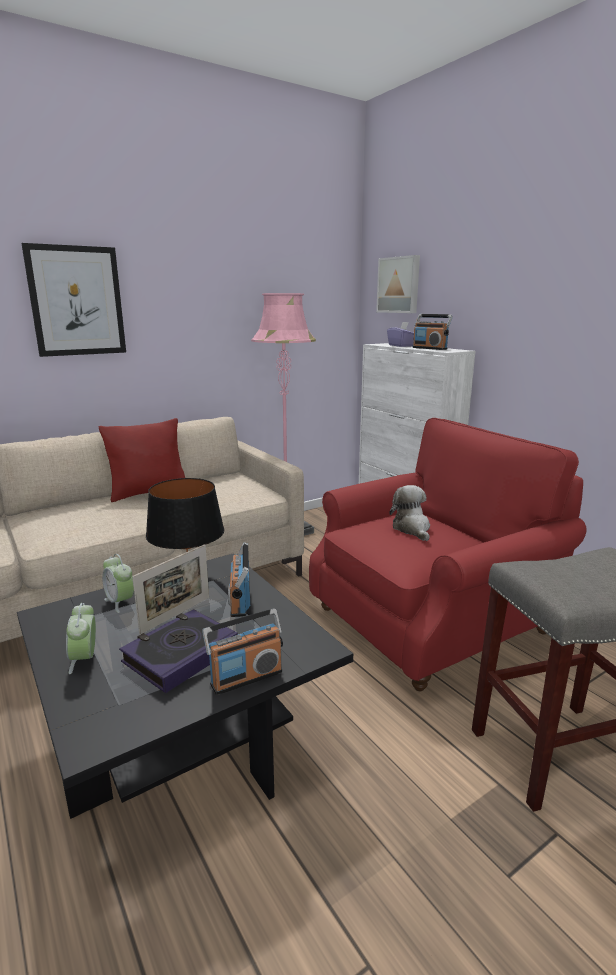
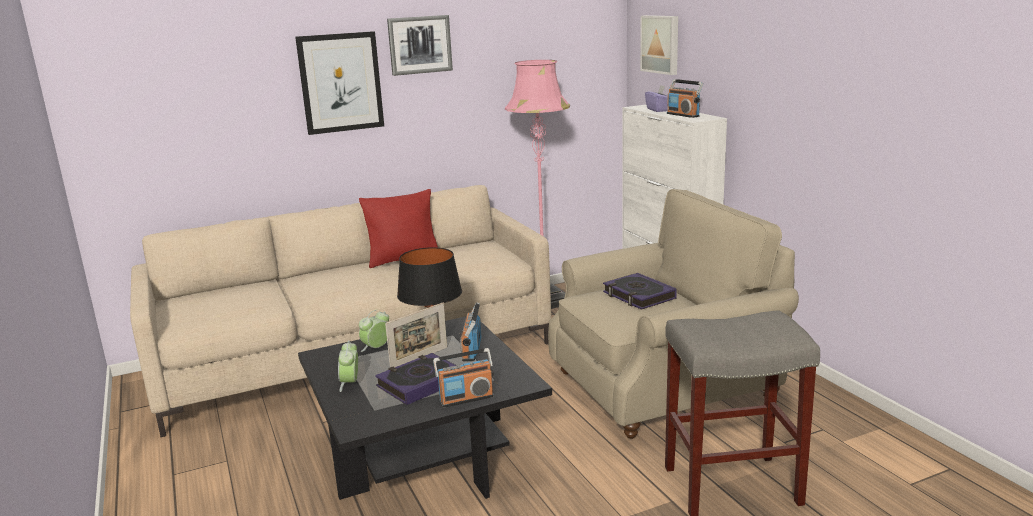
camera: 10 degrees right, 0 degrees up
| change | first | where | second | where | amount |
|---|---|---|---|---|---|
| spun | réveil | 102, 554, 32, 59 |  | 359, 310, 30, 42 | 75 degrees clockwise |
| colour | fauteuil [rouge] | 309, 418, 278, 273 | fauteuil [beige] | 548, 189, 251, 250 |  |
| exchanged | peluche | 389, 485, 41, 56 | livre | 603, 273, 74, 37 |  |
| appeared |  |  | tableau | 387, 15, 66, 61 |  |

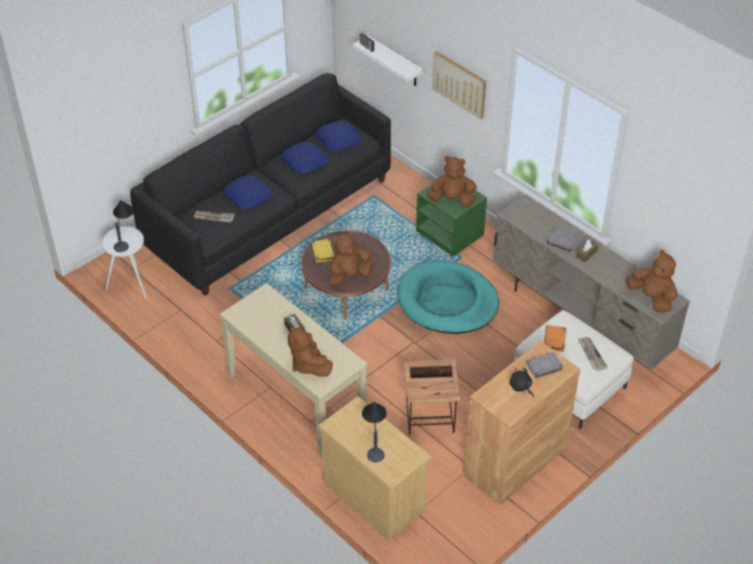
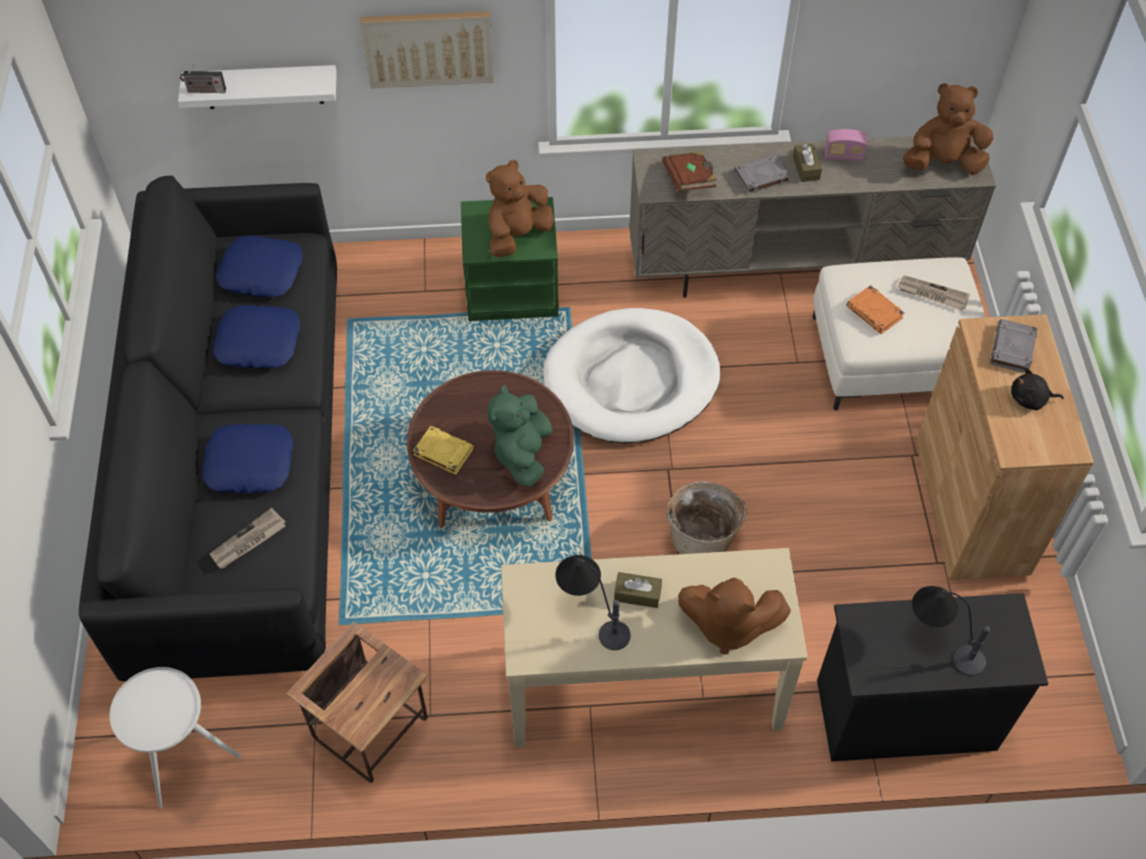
camera: 50 degrees left, 10 degrees up
| change | first | where | second | where | amount |
|---|---|---|---|---|---|
| relocated | lampe de table | 113, 200, 21, 52 |  | 555, 555, 76, 95 |  |
| colour | commode [beige] | 318, 396, 114, 145 | commode [noir] | 817, 593, 231, 169 |  |
| colour | peluche [marron] | 329, 232, 44, 54 | peluche [vert] | 487, 385, 66, 102 |  |
| colour | panier pour chien [turquoise] | 397, 261, 102, 73 | panier pour chien [blanc] | 544, 308, 176, 135 |  |
| relocated | table d'appoint | 404, 360, 56, 75 |  | 286, 621, 142, 162 |  |
| appeared |  |  | livre [marron] | 663, 151, 54, 40 |  |
| appeared |  |  | panier | 666, 481, 81, 73 |  |
| appeared |  |  | radio | 825, 129, 43, 32 |  |

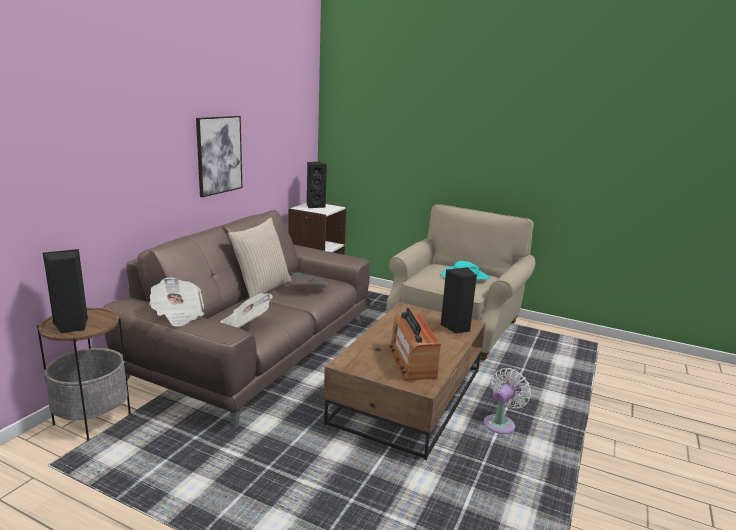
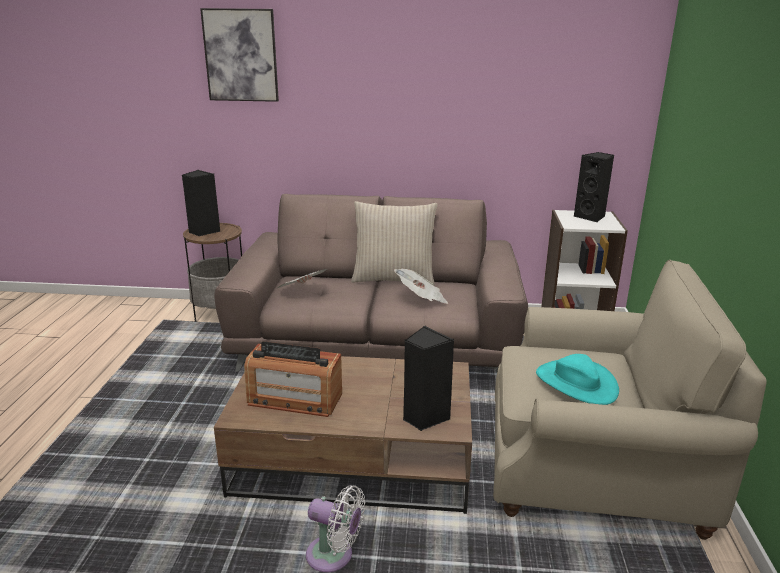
camera: 70 degrees right, 5 degrees up
| change | first | where | second | where | amount |
|---|---|---|---|---|---|
| missing | journal | 149, 277, 55, 50 |  |  |  |
| relocated | tableau | 196, 116, 46, 81 |  | 200, 8, 79, 94 |  |
| spun | radio | 389, 308, 52, 72 |  | 244, 341, 98, 76 | 135 degrees counterclockwise |

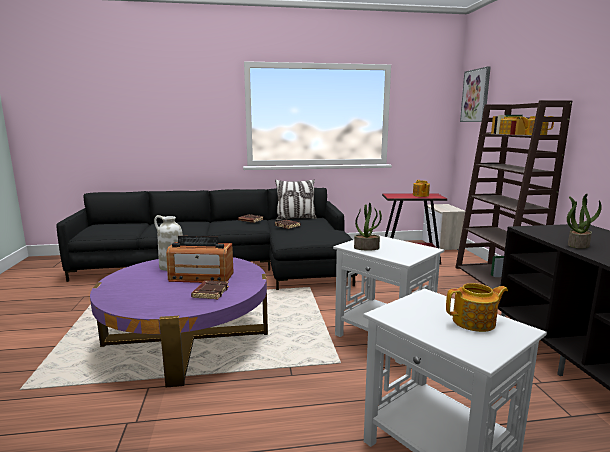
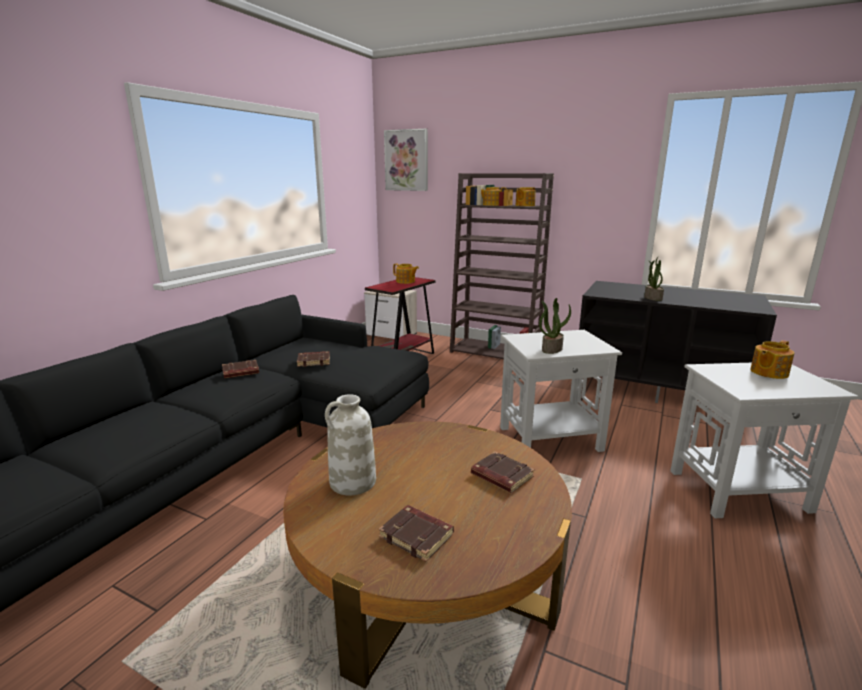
camera: 55 degrees left, 5 degrees up
| change | first | where | second | where | amount |
|---|---|---|---|---|---|
| colour | table basse [violet] | 90, 257, 178, 130 | table basse [marron] | 283, 421, 289, 268 |  |
| missing | radio | 166, 236, 68, 47 |  |  |  |
| missing | coussin | 275, 179, 42, 42 |  |  |  |
| spun | théière | 446, 283, 62, 49 |  | 750, 340, 44, 39 | 150 degrees counterclockwise |
| appeared |  |  | livre [marron] | 378, 505, 76, 57 |  |

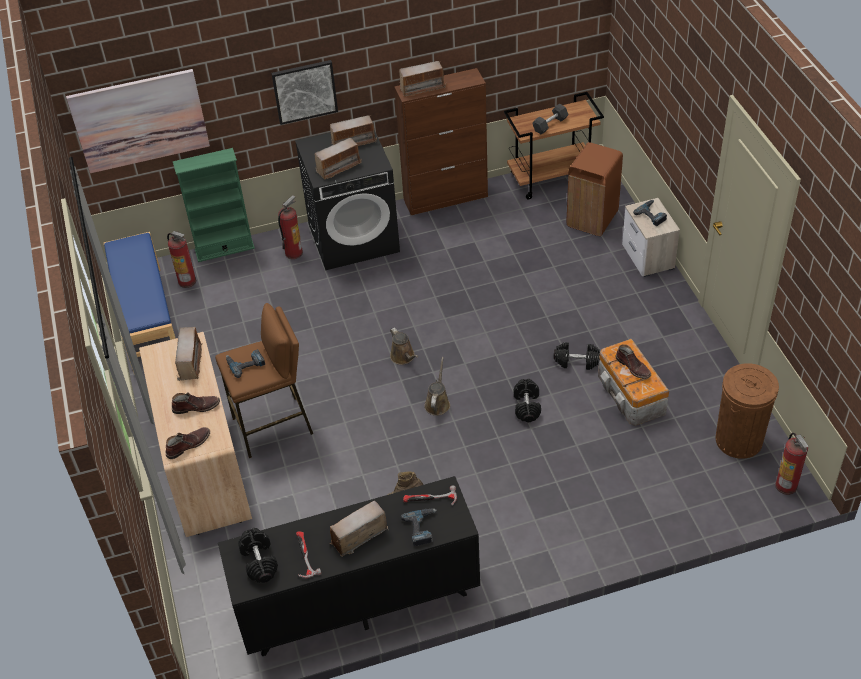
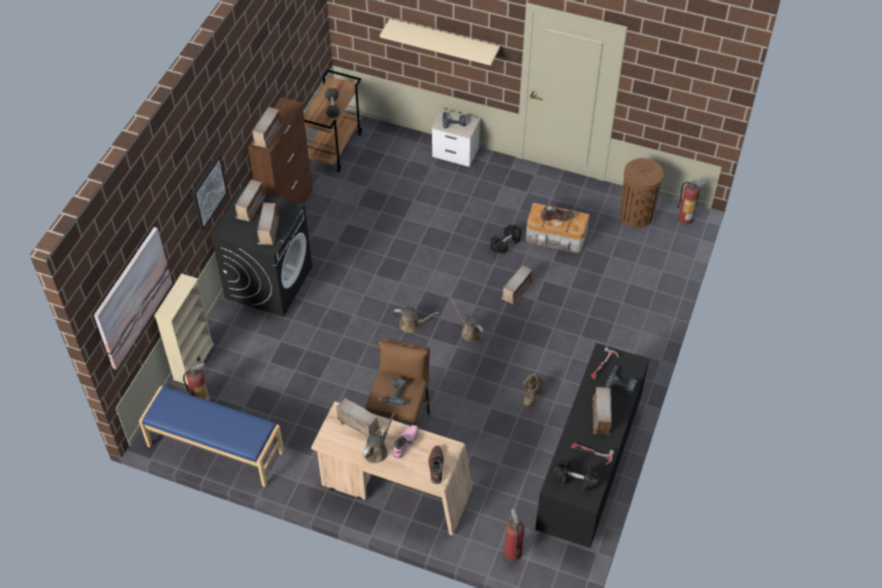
camera: 55 degrees left, 5 degrees up
| change | first | where | second | where | amount |
|---|---|---|---|---|---|
| colour | botte [marron] | 172, 392, 48, 22 | botte [rose] | 392, 425, 26, 34 |  |
| colour | bibliothèque [vert] | 173, 148, 82, 114 | bibliothèque [beige] | 154, 273, 60, 112 |  |
| relocated | extincteur | 278, 195, 25, 64 |  | 504, 509, 21, 53 |  |
| exchanged | haltère [noir] | 514, 379, 27, 43 | radio | 501, 264, 32, 41 |  |
| missing | poubelle [marron] | 567, 142, 56, 94 |  |  |  |
| appeared |  |  | arrosoir [marron] | 363, 412, 32, 51 |  |
| appeared |  |  | étagère [beige] | 380, 19, 120, 47 |  |

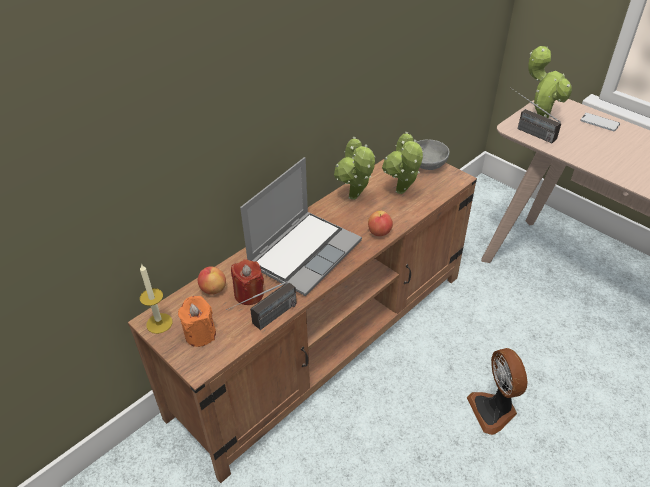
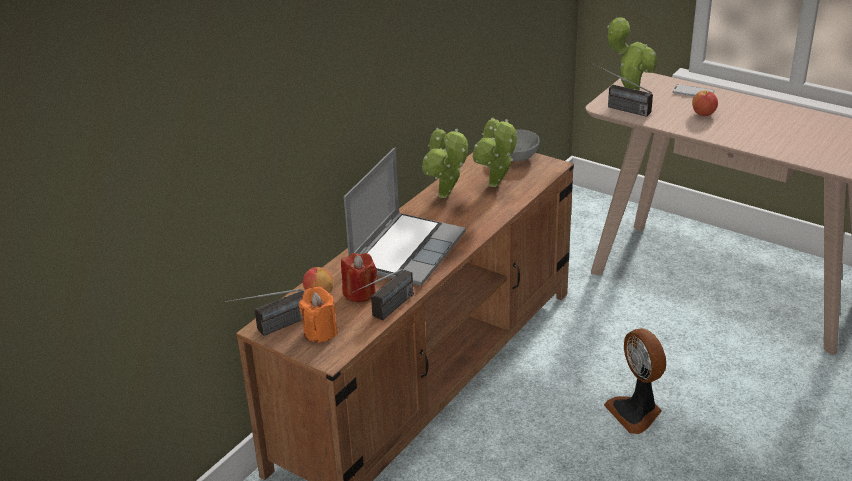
camera: 10 degrees left, 10 degrees down
| change | first | where | second | where | amount |
|---|---|---|---|---|---|
| exchanged | bougie | 140, 263, 33, 71 | radio | 225, 289, 80, 47 |  |
| relocated | pomme | 368, 211, 25, 25 |  | 692, 90, 26, 26 |  |

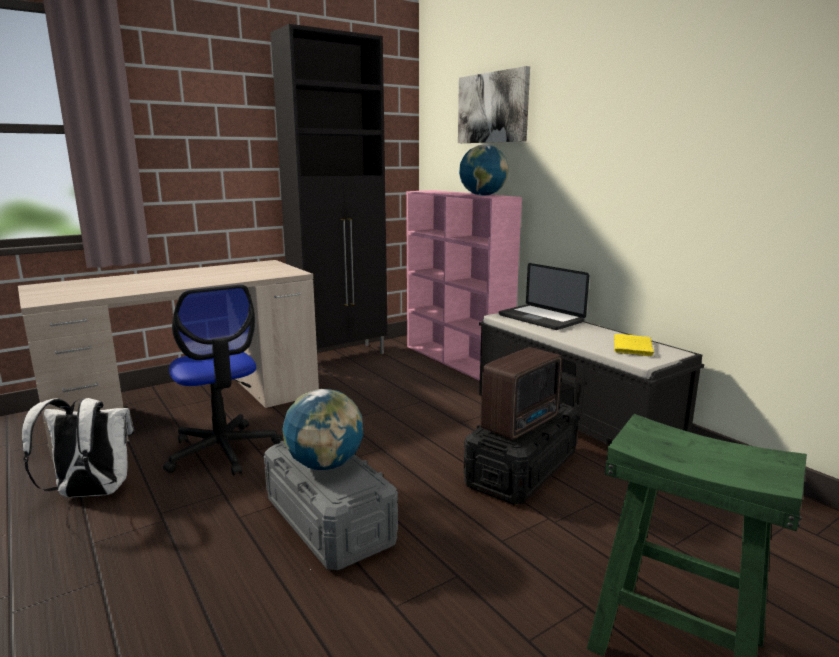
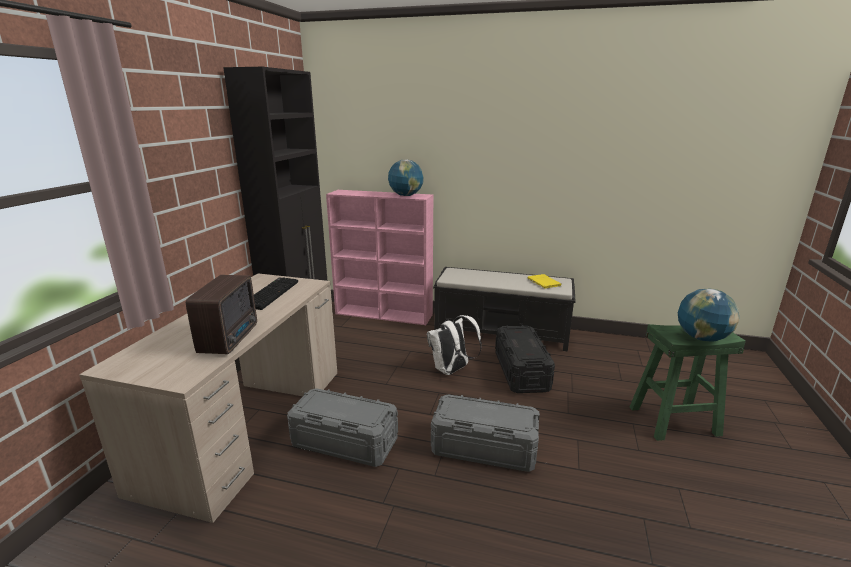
camera: 40 degrees left, 5 degrees up
| change | first | where | second | where | amount |
|---|---|---|---|---|---|
| relocated | sac à dos [blanc] | 22, 398, 112, 99 |  | 427, 315, 55, 60 |  |
| exchanged | chaise de bureau | 163, 285, 120, 191 | boîte de rangement [gris] | 287, 388, 111, 79 |  |
| relocated | globe | 282, 389, 81, 81 |  | 678, 288, 61, 54 |  |
| missing | tableau | 458, 66, 72, 77 |  |  |  |
| relocated | radio | 481, 347, 81, 93 |  | 186, 275, 71, 79 |  |
| missing | ordinateur portable | 499, 263, 90, 67 |  |  |  |
| appeared |  |  | clavier | 254, 277, 44, 33 |  |

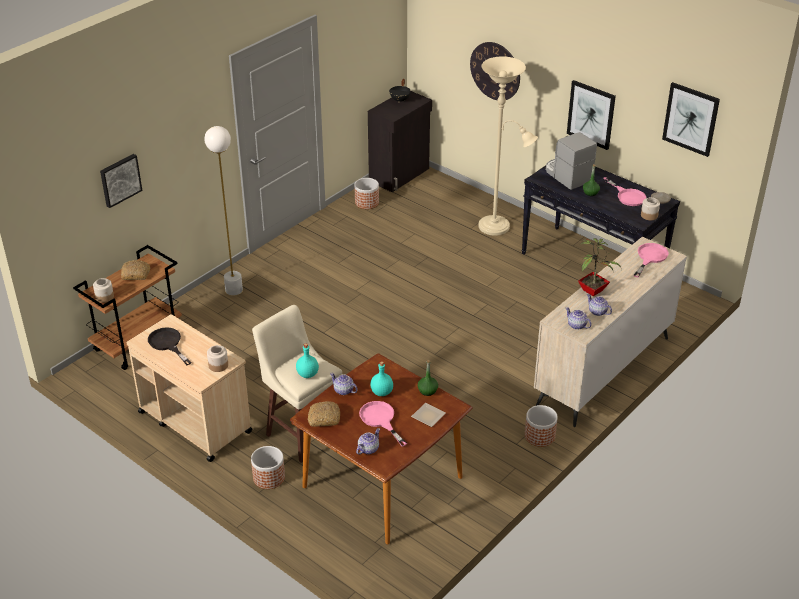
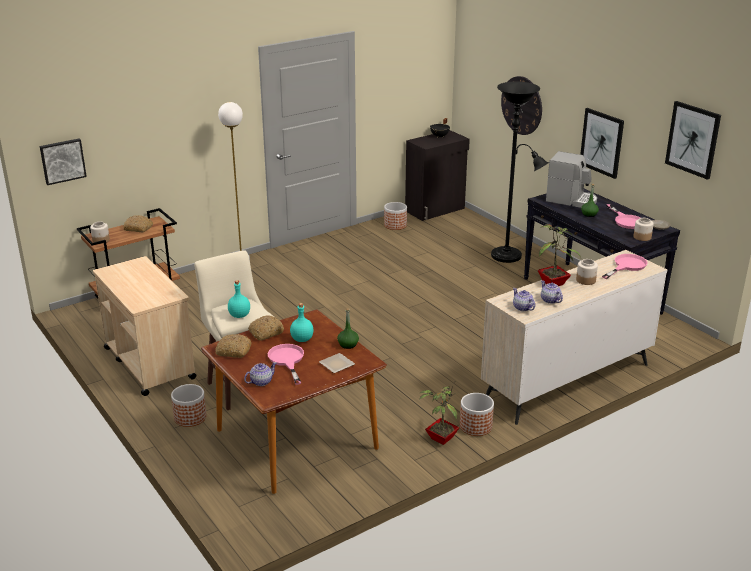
camera: 15 degrees right, 10 degrees down
| change | first | where | second | where | amount |
|---|---|---|---|---|---|
| relocated | tableau | 100, 154, 42, 54 |  | 40, 139, 47, 46 |  |
| missing | poêle [noir] | 148, 327, 43, 38 |  |  |  |
| relocated | bocal | 207, 345, 21, 27 |  | 576, 259, 22, 26 |  |
| exchanged | théière | 330, 373, 28, 22 | pain | 248, 315, 36, 26 |  |
| colour | lampadaire [beige] | 479, 56, 59, 180 | lampadaire [noir] | 491, 82, 58, 181 |  |
| spun | machine à café | 546, 132, 51, 58 |  | 546, 151, 51, 57 | 135 degrees clockwise |
| appeared |  |  | plante en pot | 419, 382, 40, 63 |  |

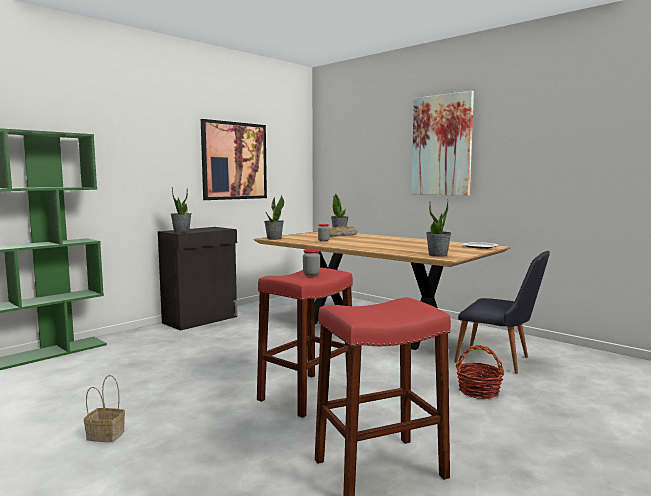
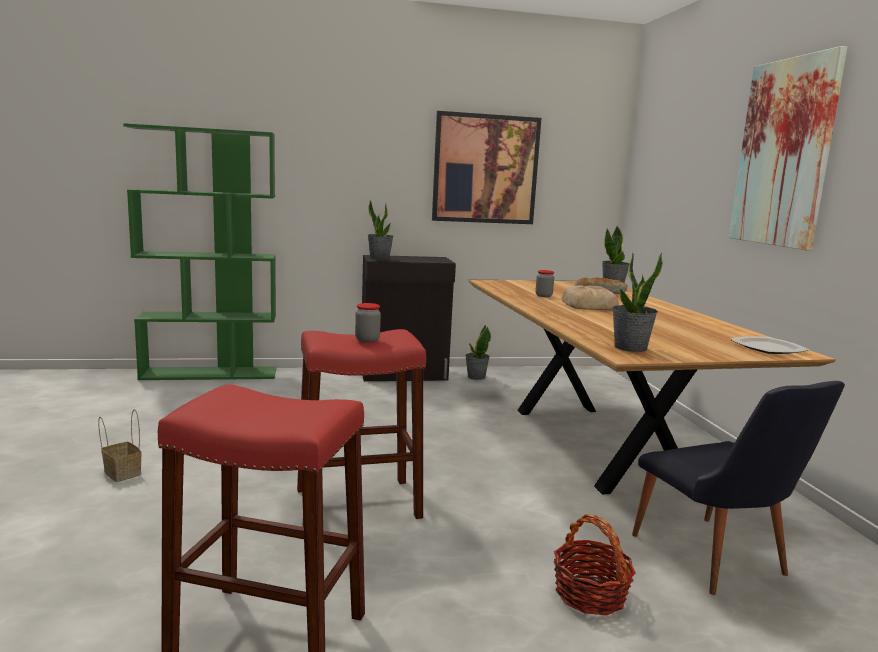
camera: 35 degrees right, 5 degrees up
| change | first | where | second | where | amount |
|---|---|---|---|---|---|
| relocated | plante en pot | 264, 196, 20, 44 |  | 465, 325, 26, 55 |  |
| appeared |  |  | pain | 562, 285, 57, 25 |  |

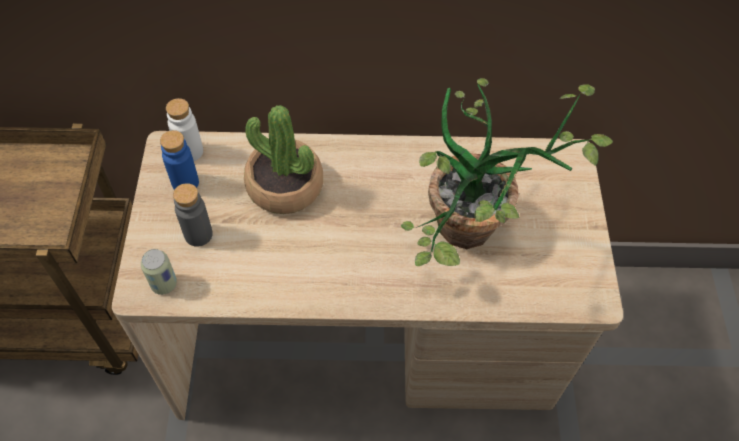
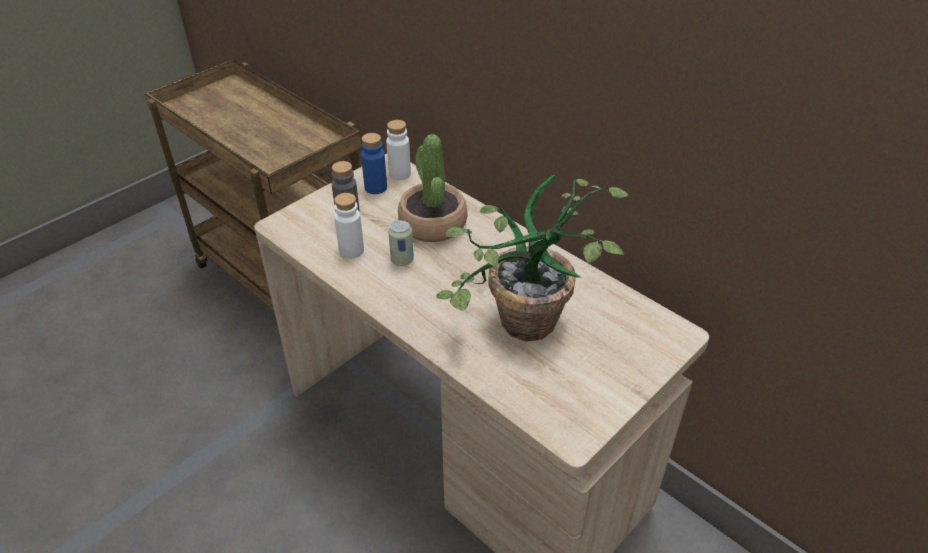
camera: 45 degrees right, 15 degrees down
| change | first | where | second | where | amount |
|---|---|---|---|---|---|
| relocated | boîte métallique | 141, 249, 36, 46 |  | 388, 220, 26, 46 |  |
| appeared |  |  | bouteille [blanc] | 334, 193, 30, 65 |  |

